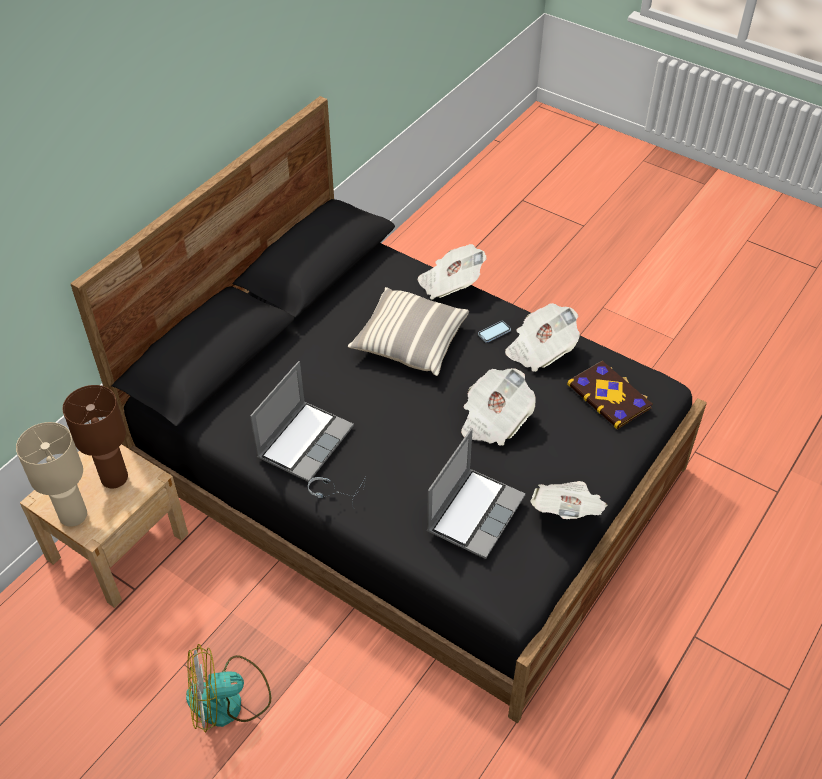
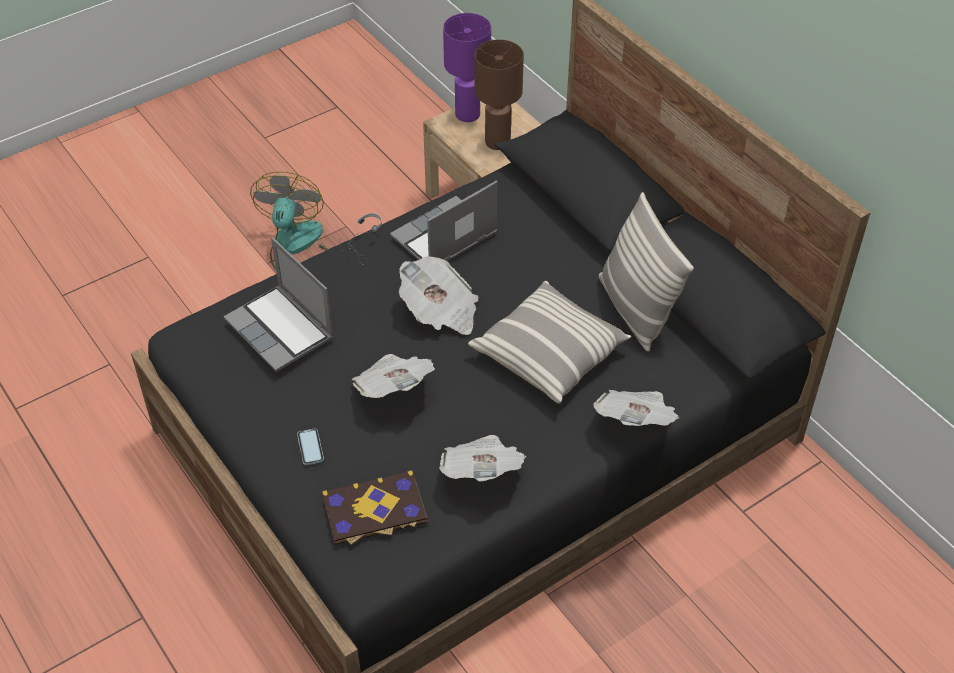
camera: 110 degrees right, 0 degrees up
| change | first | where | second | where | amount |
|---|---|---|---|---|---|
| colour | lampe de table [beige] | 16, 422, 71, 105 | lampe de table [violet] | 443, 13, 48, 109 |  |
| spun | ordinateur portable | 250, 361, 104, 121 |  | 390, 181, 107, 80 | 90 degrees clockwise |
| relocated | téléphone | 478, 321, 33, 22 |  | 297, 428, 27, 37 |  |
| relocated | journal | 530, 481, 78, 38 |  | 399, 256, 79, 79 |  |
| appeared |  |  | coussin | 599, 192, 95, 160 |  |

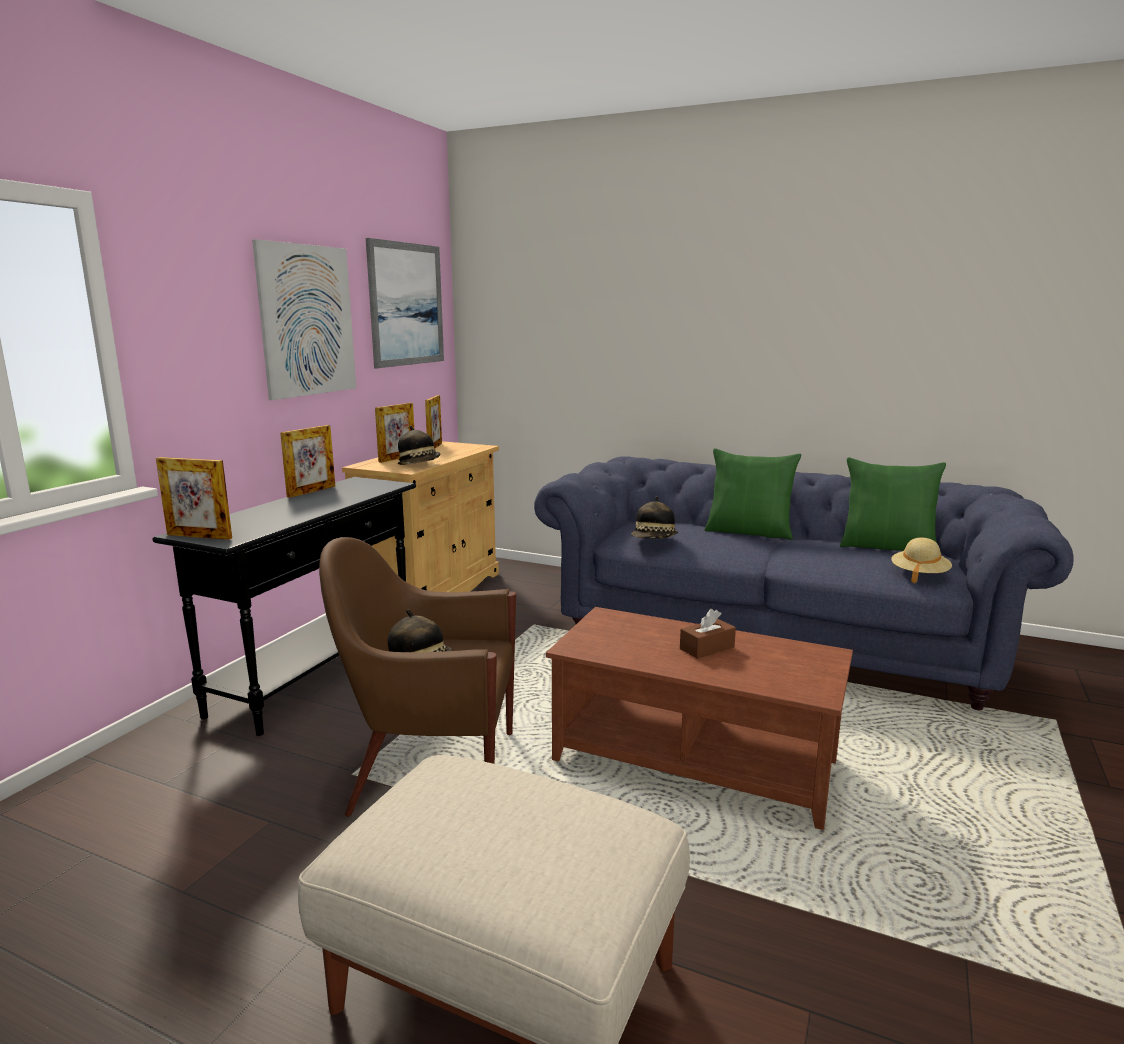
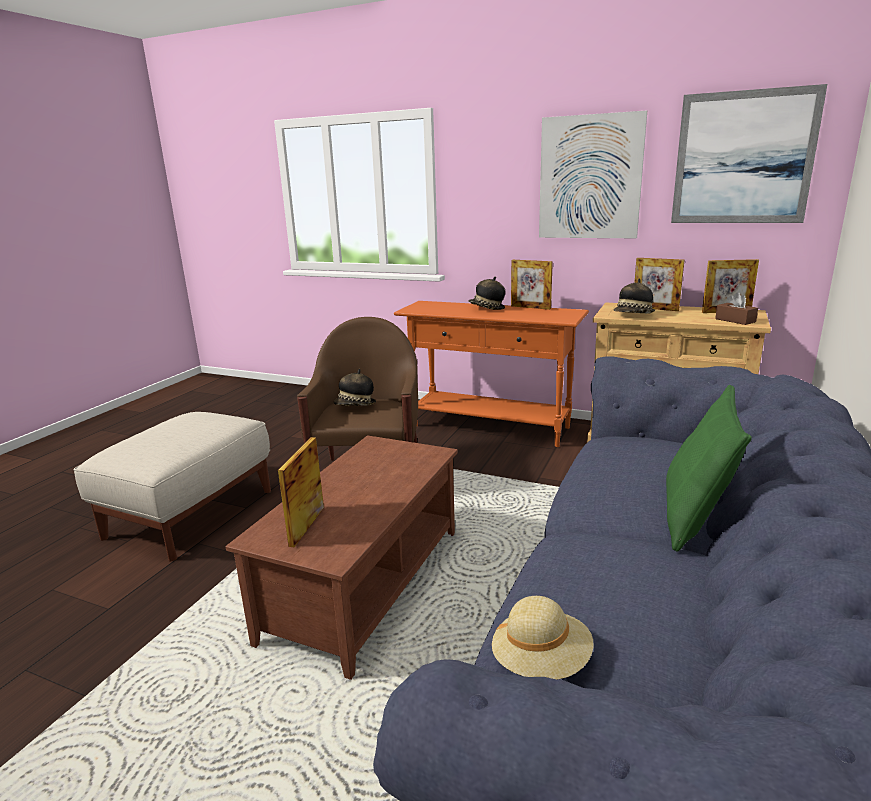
camera: 90 degrees right, 5 degrees up
| change | first | where | second | where | amount |
|---|---|---|---|---|---|
| colour | table console [noir] | 152, 477, 264, 259 | table console [orange] | 394, 301, 195, 146 |  |
| relocated | cadre photo | 156, 457, 76, 83 |  | 278, 437, 46, 110 |  |
| relocated | chapeau | 631, 496, 47, 42 |  | 469, 276, 36, 34 |  |
| relocated | boîte à mouchoirs [marron] | 680, 609, 56, 50 |  | 715, 292, 43, 33 |  |
| missing | coussin [vert] | 840, 457, 106, 94 |  |  |  |

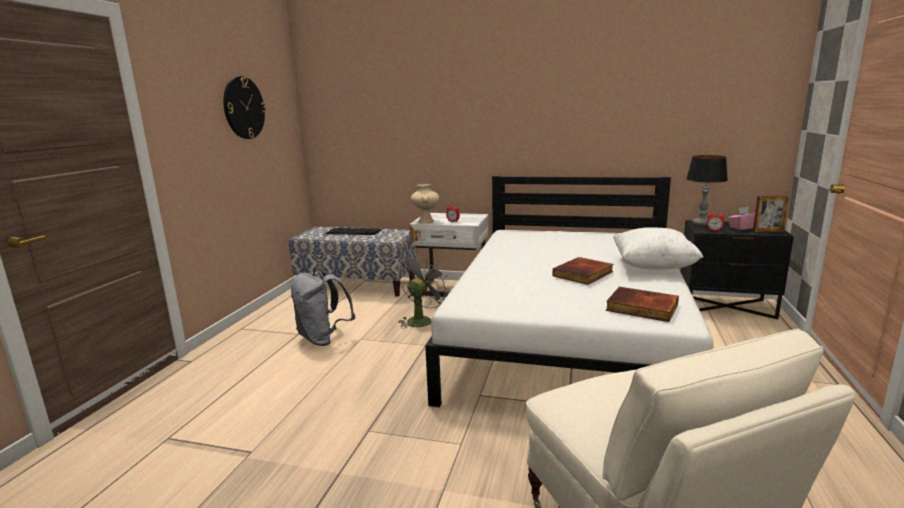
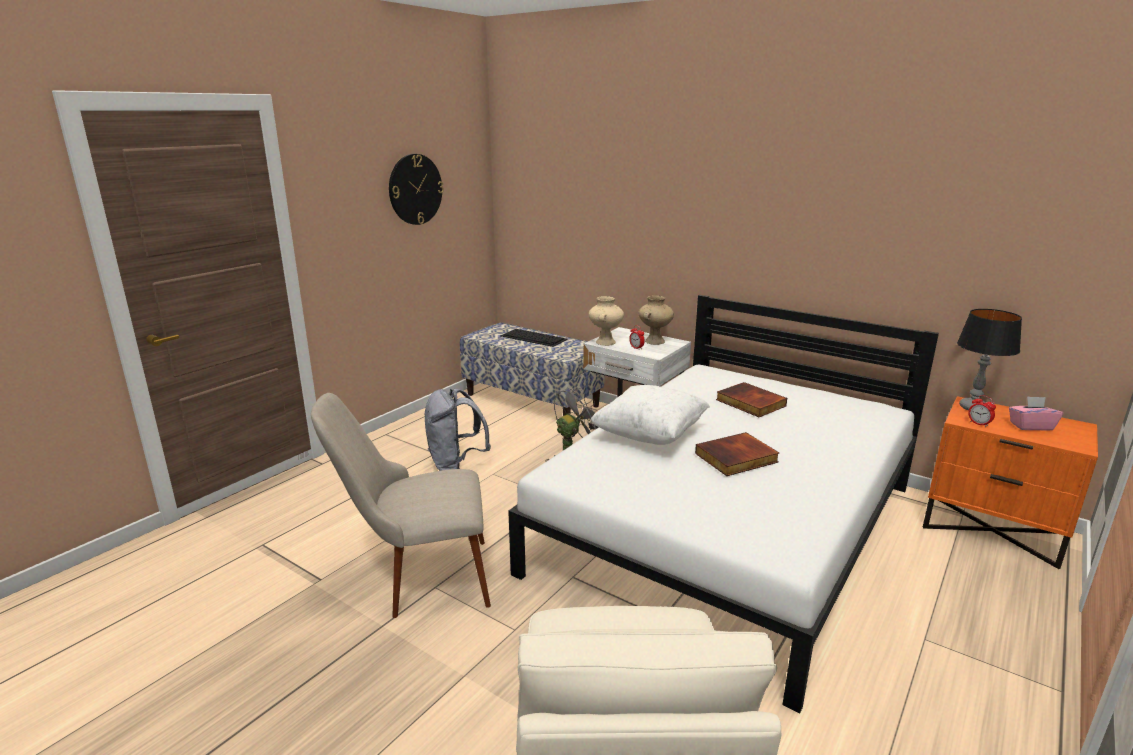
camera: 20 degrees right, 5 degrees up
| change | first | where | second | where | amount |
|---|---|---|---|---|---|
| relocated | livre | 606, 287, 73, 35 |  | 716, 382, 71, 35 |  |
| relocated | coussin [blanc] | 613, 227, 90, 43 |  | 590, 385, 120, 60 |  |
| colour | table de chevet [noir] | 680, 220, 114, 99 | table de chevet [orange] | 923, 396, 175, 173 |  |
| missing | cadre photo | 753, 196, 36, 36 |  |  |  |
| appeared |  |  | chaise [beige] | 311, 393, 180, 225 |  |
| appeared |  |  | vase [beige] | 639, 295, 35, 50 |  |

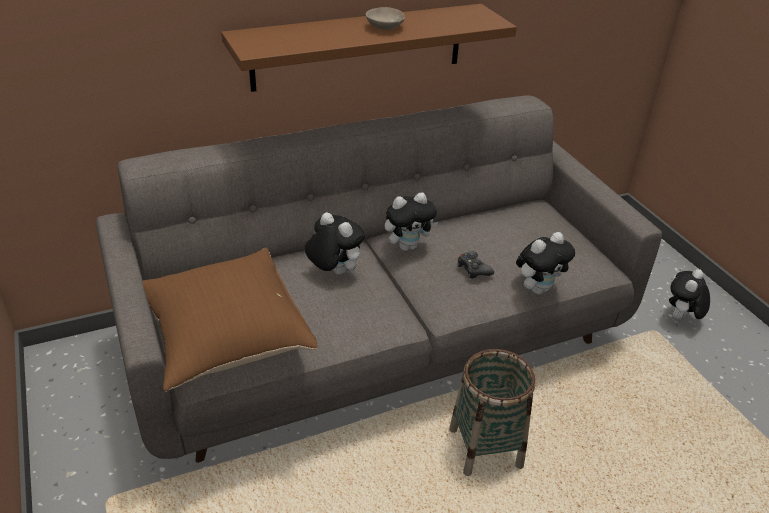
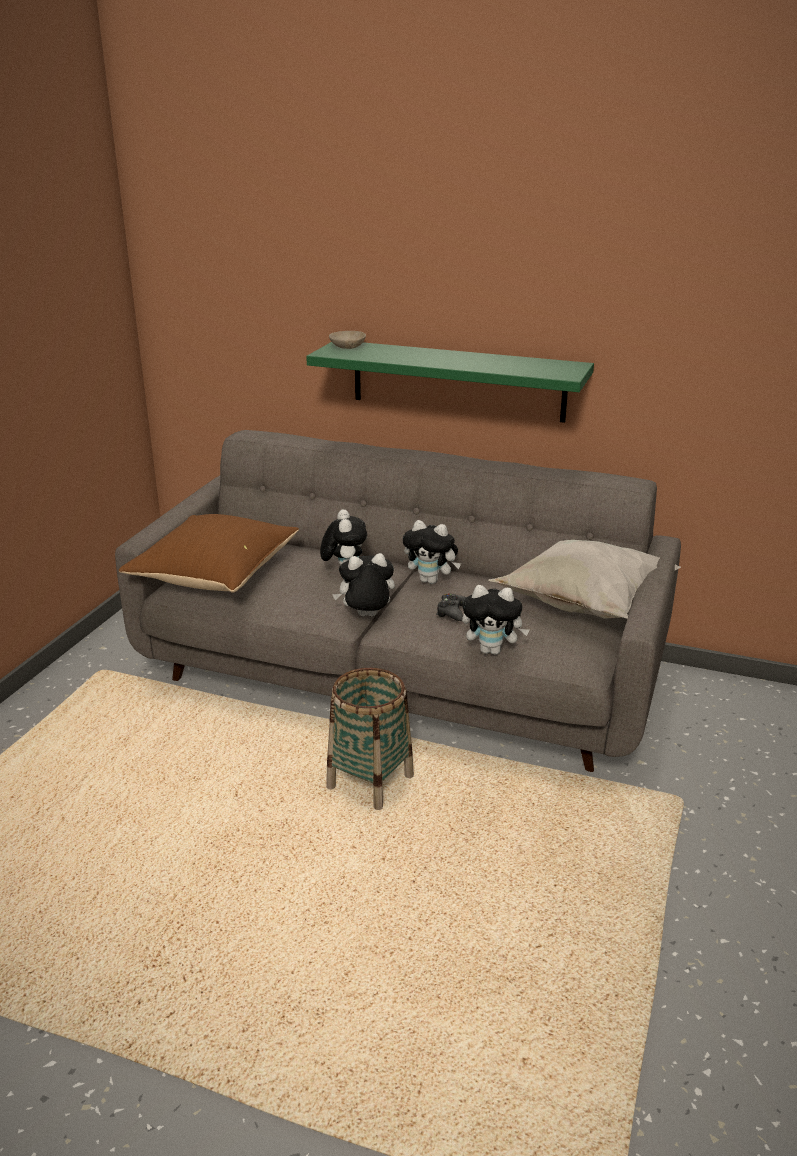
camera: 45 degrees right, 10 degrees down
| change | first | where | second | where | amount |
|---|---|---|---|---|---|
| colour | étagère [marron] | 221, 4, 296, 88 | étagère [vert] | 306, 342, 288, 81 |  |
| relocated | bol [beige] | 366, 7, 39, 23 |  | 329, 331, 37, 18 |  |
| relocated | peluche | 669, 269, 41, 51 |  | 332, 553, 63, 63 |  |
| appeared |  |  | coussin [blanc] | 488, 540, 193, 79 |  |

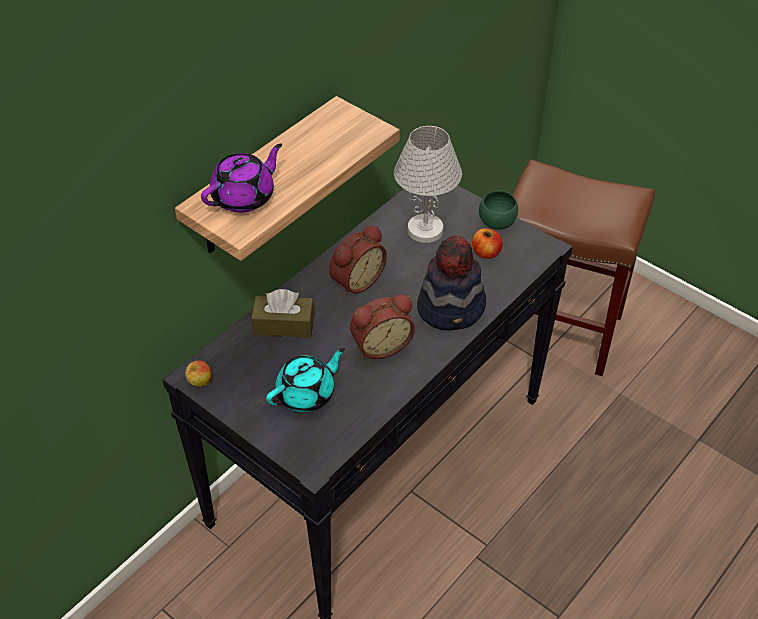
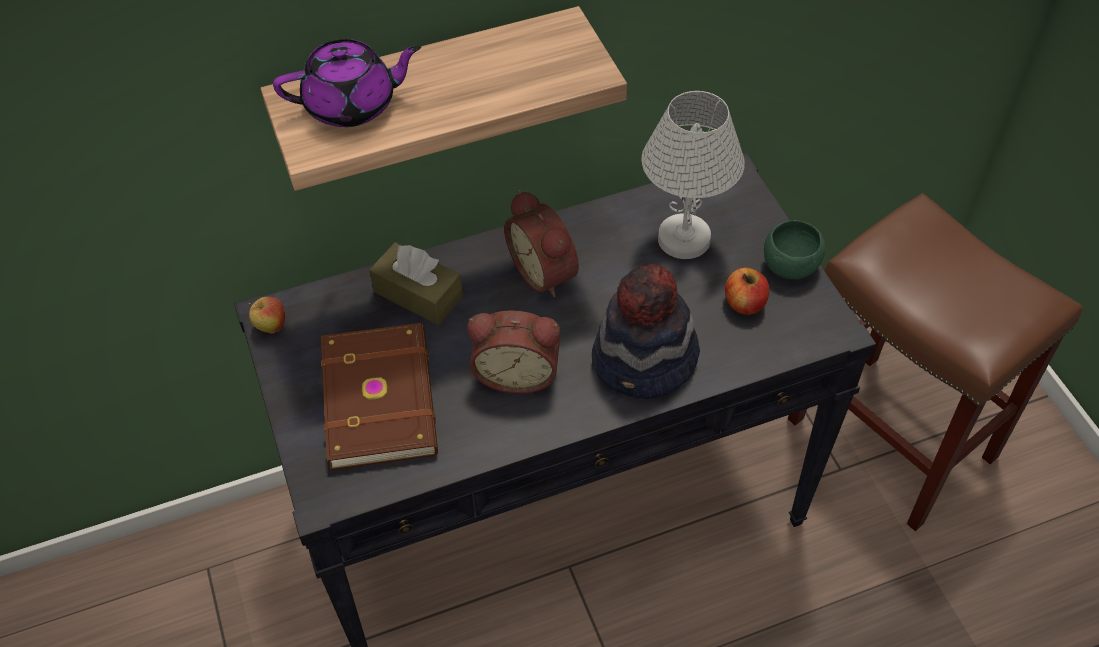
camera: 30 degrees right, 5 degrees up
| change | first | where | second | where | amount |
|---|---|---|---|---|---|
| exchanged | théière [turquoise] | 266, 348, 79, 64 | livre [marron] | 321, 323, 117, 147 |  |
| spun | réveil | 329, 225, 58, 71 |  | 504, 190, 75, 107 | 75 degrees clockwise |

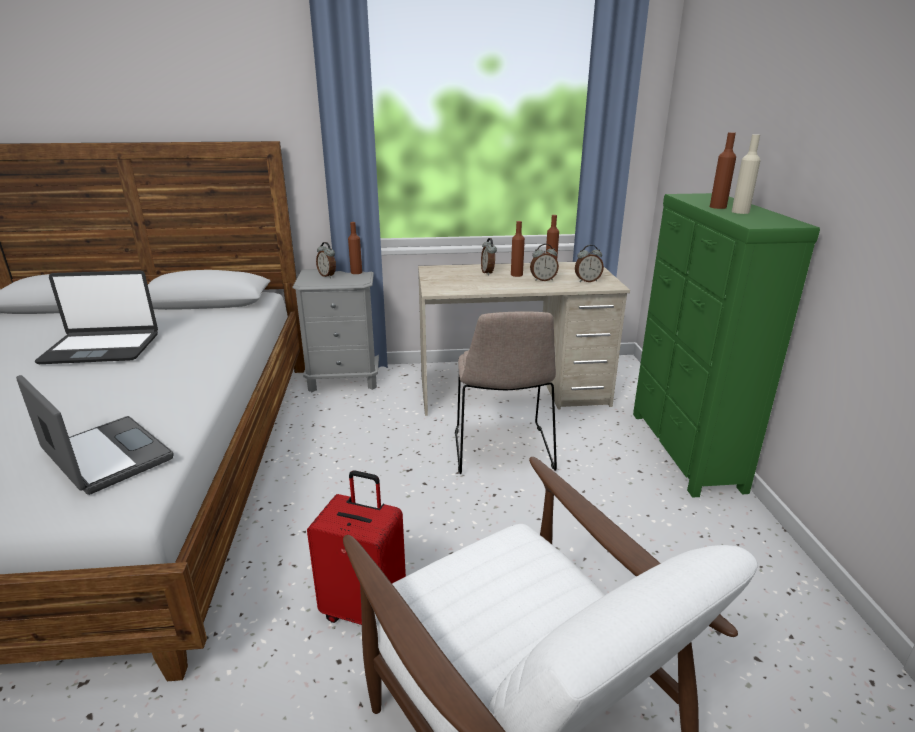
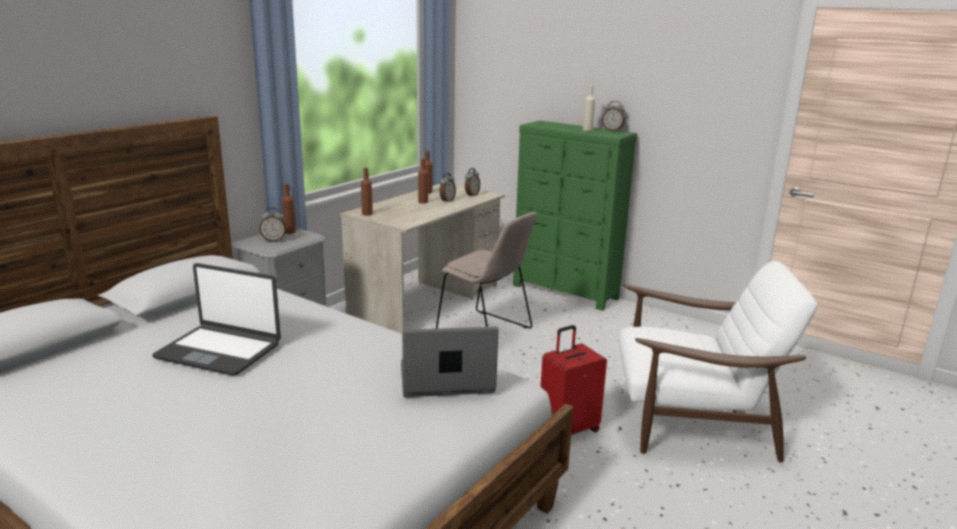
camera: 50 degrees left, 5 degrees down
| change | first | where | second | where | amount |
|---|---|---|---|---|---|
| spun | ordinateur portable | 35, 270, 123, 94 |  | 152, 263, 129, 113 | 75 degrees clockwise |
| relocated | réveil | 481, 238, 16, 37 |  | 602, 101, 23, 30 |  |
| relocated | bouteille [marron] | 710, 132, 26, 77 |  | 361, 168, 12, 47 |  |

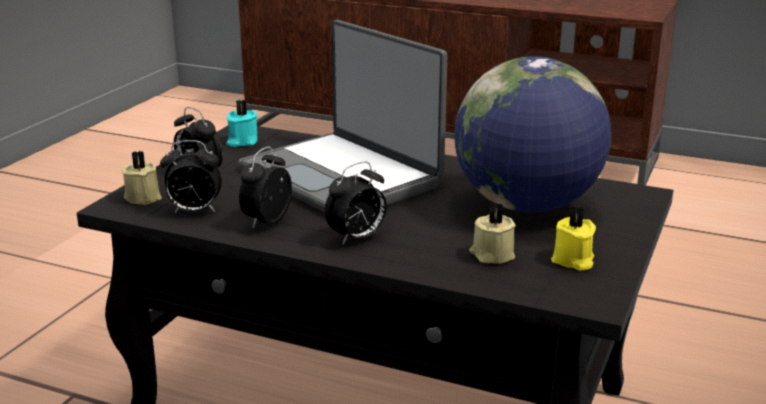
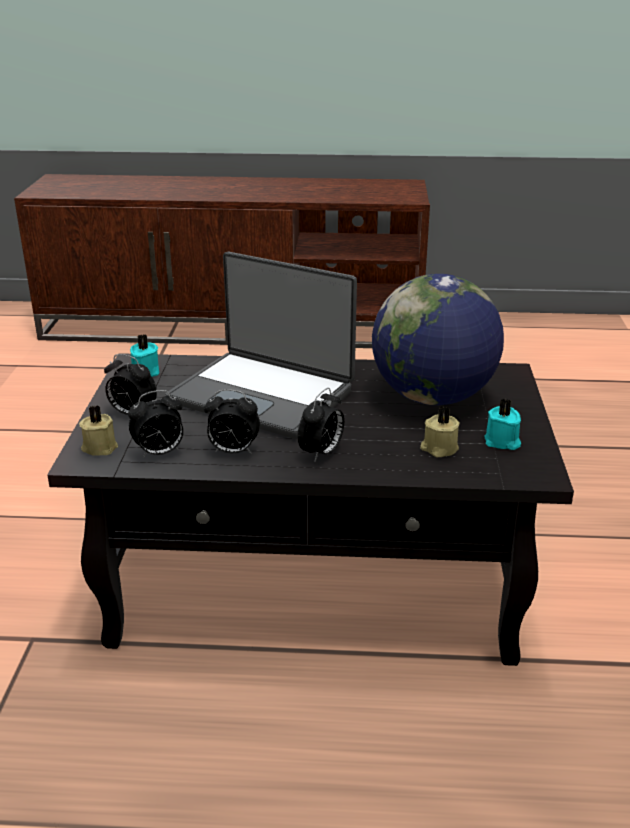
camera: 20 degrees left, 5 degrees up
| change | first | where | second | where | amount |
|---|---|---|---|---|---|
| spun | réveil | 239, 147, 53, 82 |  | 204, 389, 56, 65 | 90 degrees counterclockwise |
| colour | bougie [jaune] | 551, 206, 45, 65 | bougie [turquoise] | 484, 399, 37, 51 |  |

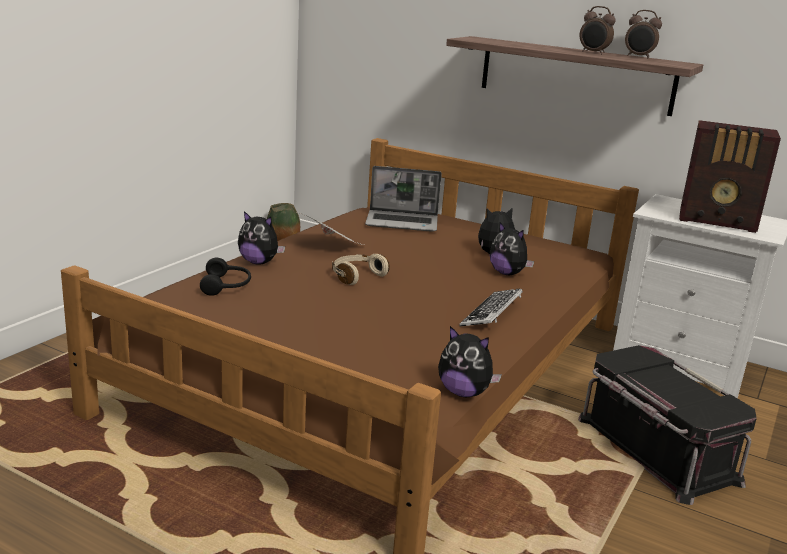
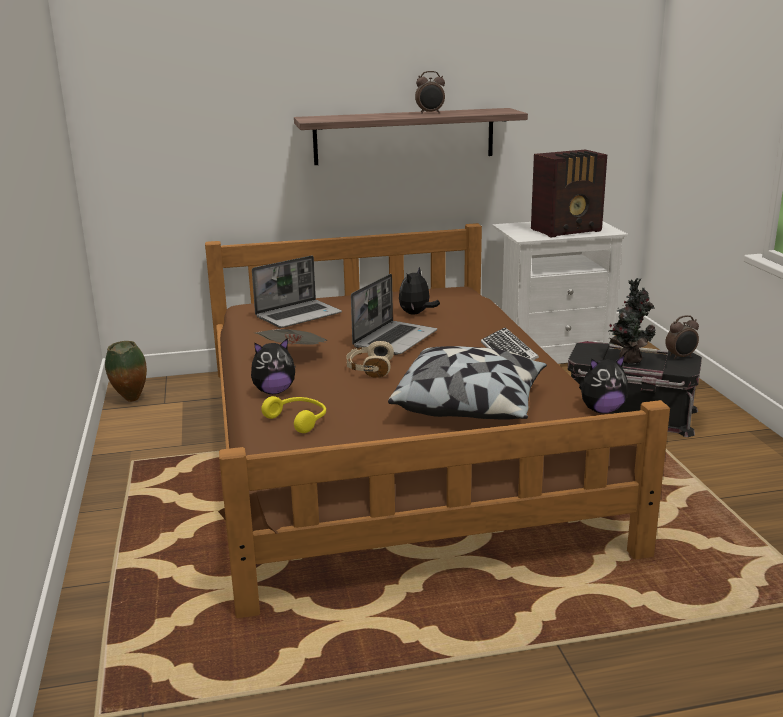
camera: 40 degrees left, 0 degrees up
| change | first | where | second | where | amount |
|---|---|---|---|---|---|
| colour | casque audio [noir] | 200, 258, 51, 38 | casque audio [jaune] | 261, 396, 65, 37 |  |
| missing | peluche | 490, 222, 44, 53 |  |  |  |
| relocated | réveil | 625, 10, 37, 48 |  | 665, 315, 34, 45 |  |
| appeared |  |  | ordinateur portable | 351, 274, 86, 81 |  |
| appeared |  |  | coussin | 388, 346, 159, 74 |  |
| appeared |  |  | plante en pot | 608, 278, 47, 86 |  |

